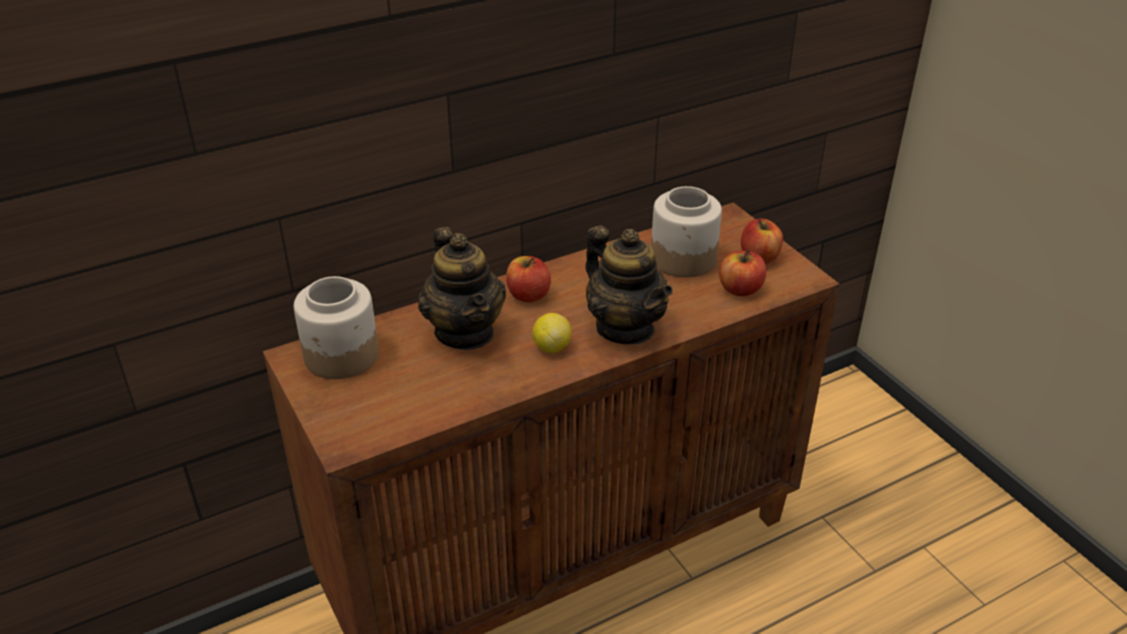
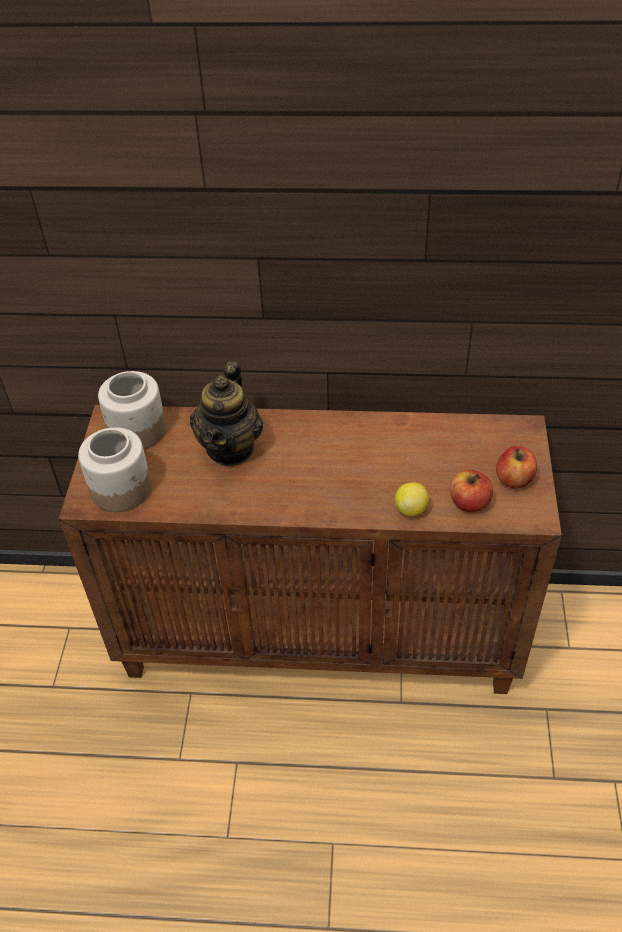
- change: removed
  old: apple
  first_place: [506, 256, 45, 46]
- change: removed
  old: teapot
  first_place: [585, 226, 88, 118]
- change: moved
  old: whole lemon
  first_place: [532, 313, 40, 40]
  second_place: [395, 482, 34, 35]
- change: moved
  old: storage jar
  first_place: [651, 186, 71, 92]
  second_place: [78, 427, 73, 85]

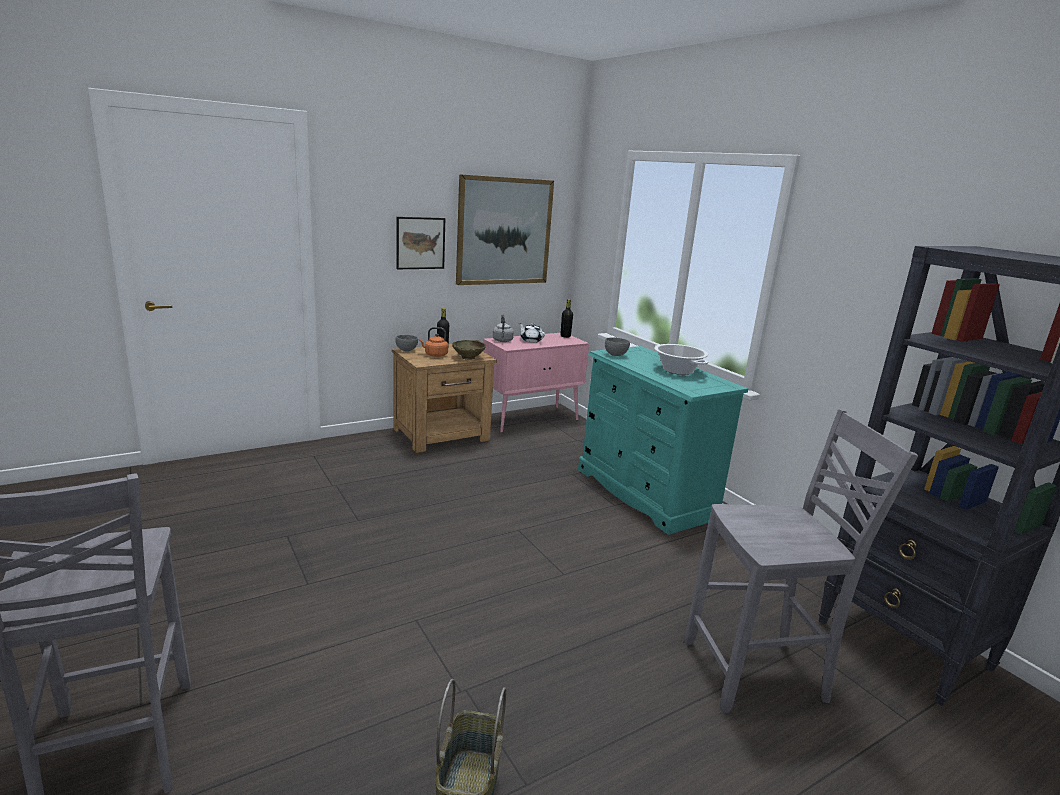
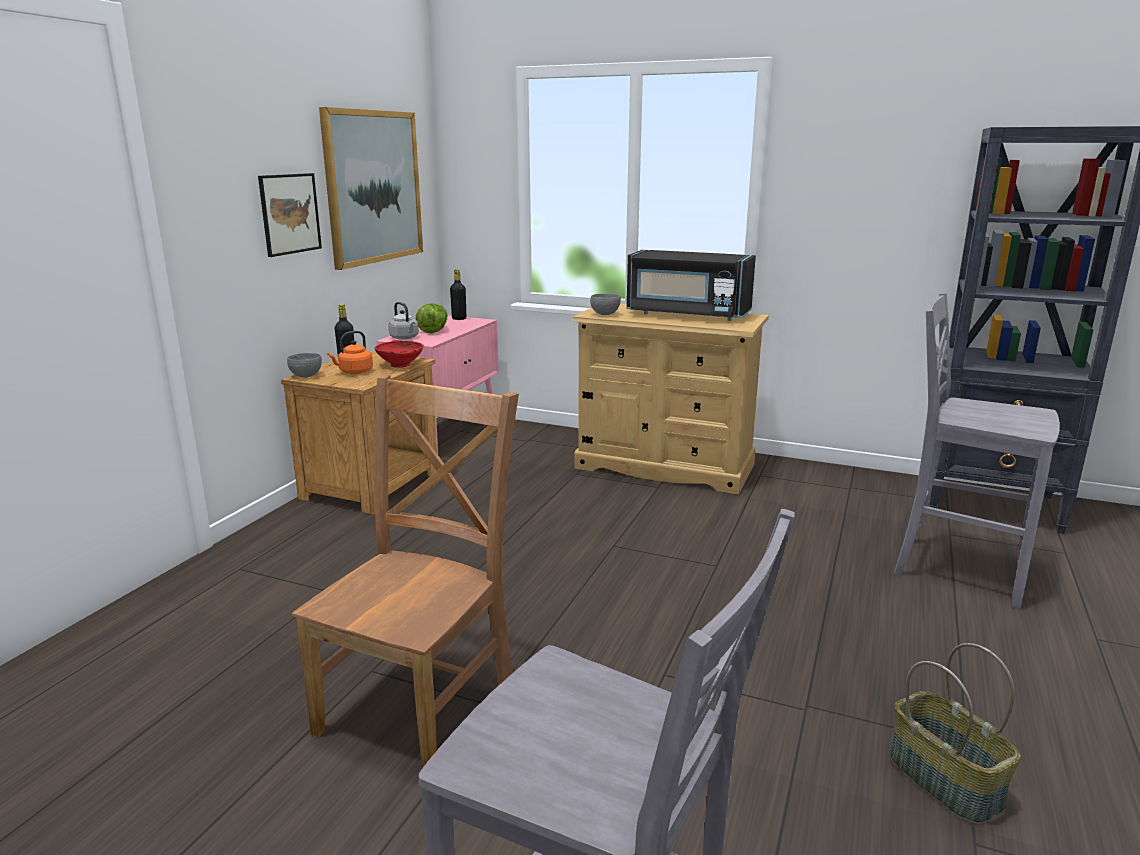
- change: added
  new: chair (brown-coloured)
  second_place: [292, 374, 227, 394]
- change: replaced
  old: teapot (whitish)
  new: head of lettuce
  first_place: [519, 323, 26, 20]
  second_place: [416, 303, 31, 30]
- change: replaced
  old: saucepot
  new: kitchen microwave (blackish)
  first_place: [654, 344, 54, 31]
  second_place: [627, 250, 129, 71]
- change: recoloured
  old: deep dish (beige-coloured)
  new: deep dish (red)
  first_place: [452, 340, 34, 20]
  second_place: [374, 340, 50, 28]
- change: recoloured
  old: chest of drawers (blue-green)
  new: chest of drawers (beige-coloured)
  first_place: [578, 346, 170, 189]
  second_place: [572, 304, 197, 191]
- change: turned
  old: chair (greyish)
  first_place: [685, 409, 233, 304]
  second_place: [894, 293, 166, 316]
  degrees: -105

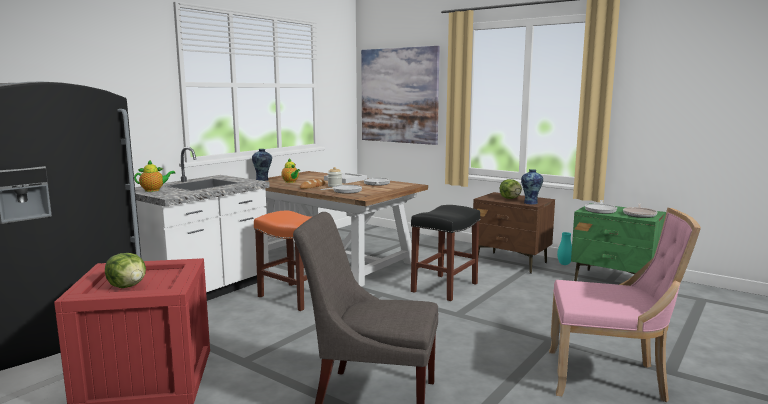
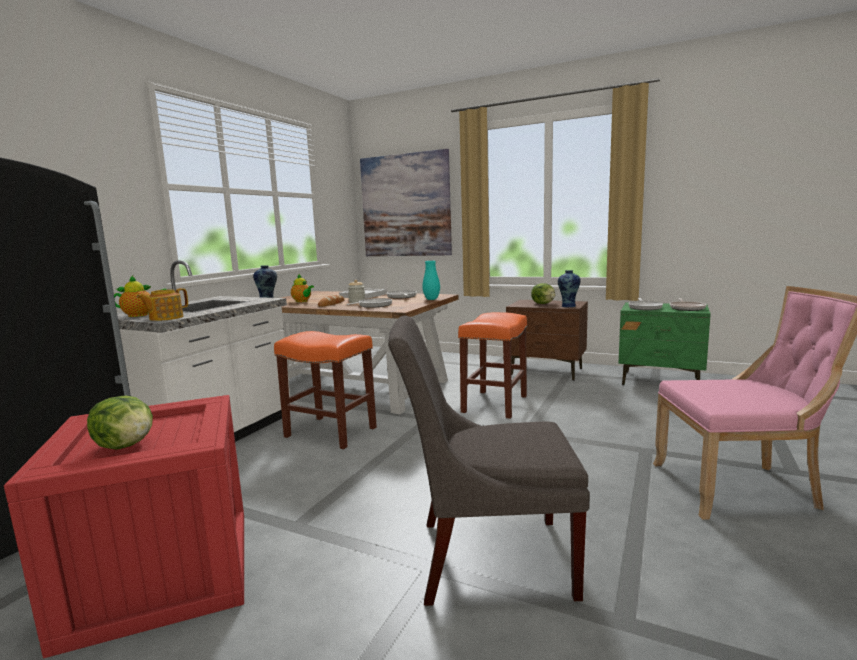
- change: added
  new: teapot
  second_place: [136, 288, 52, 33]
- change: moved
  old: flower vase (blue-green)
  first_place: [557, 232, 15, 33]
  second_place: [422, 261, 18, 39]
- change: recoloured
  old: stool seat (blackish)
  new: stool seat (orangey)
  first_place: [411, 205, 69, 96]
  second_place: [458, 312, 69, 107]

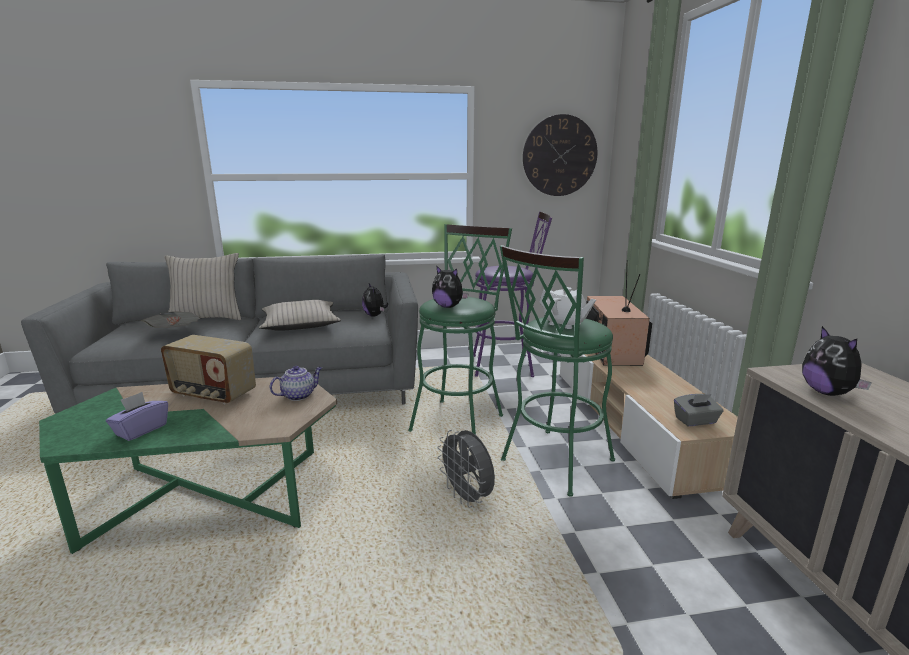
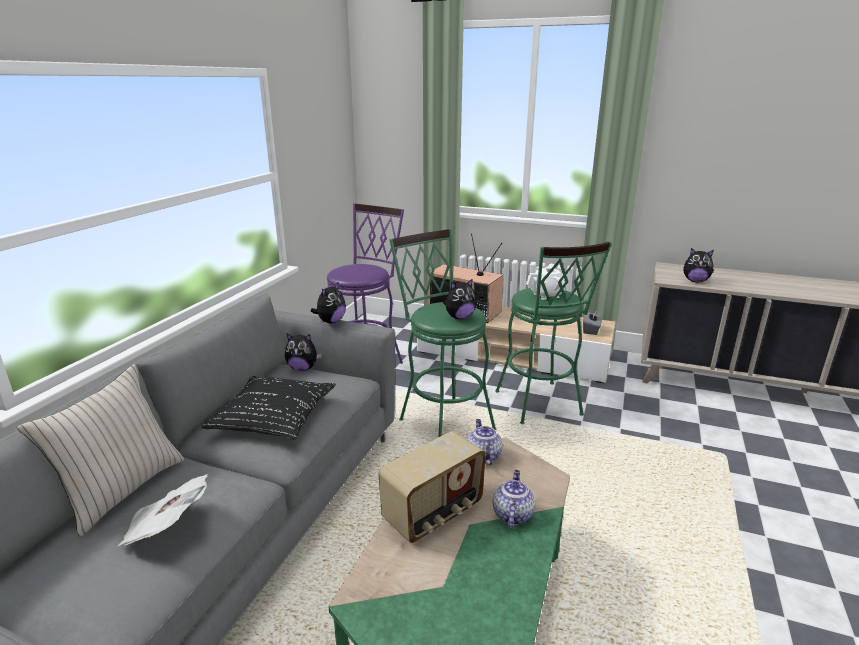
- change: removed
  old: box of tissues (purple-coloured)
  first_place: [106, 392, 62, 49]
- change: removed
  old: electric fan (greyish)
  first_place: [437, 430, 58, 78]
- change: removed
  old: hanging clock
  first_place: [523, 114, 74, 82]
- change: added
  new: soft toy
  second_place: [311, 283, 35, 40]
- change: added
  new: teapot
  second_place: [492, 470, 43, 58]
- change: recoloured
  old: throw pillow (beige-coloured)
  new: throw pillow (blackish)
  first_place: [259, 300, 82, 31]
  second_place: [202, 376, 134, 64]

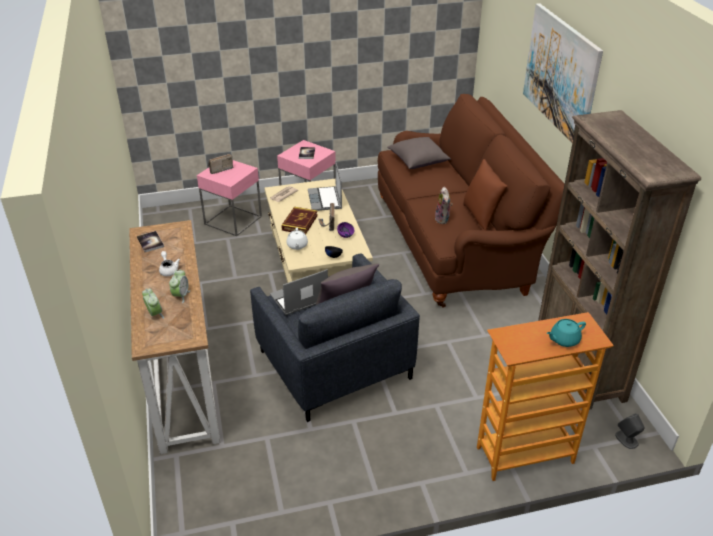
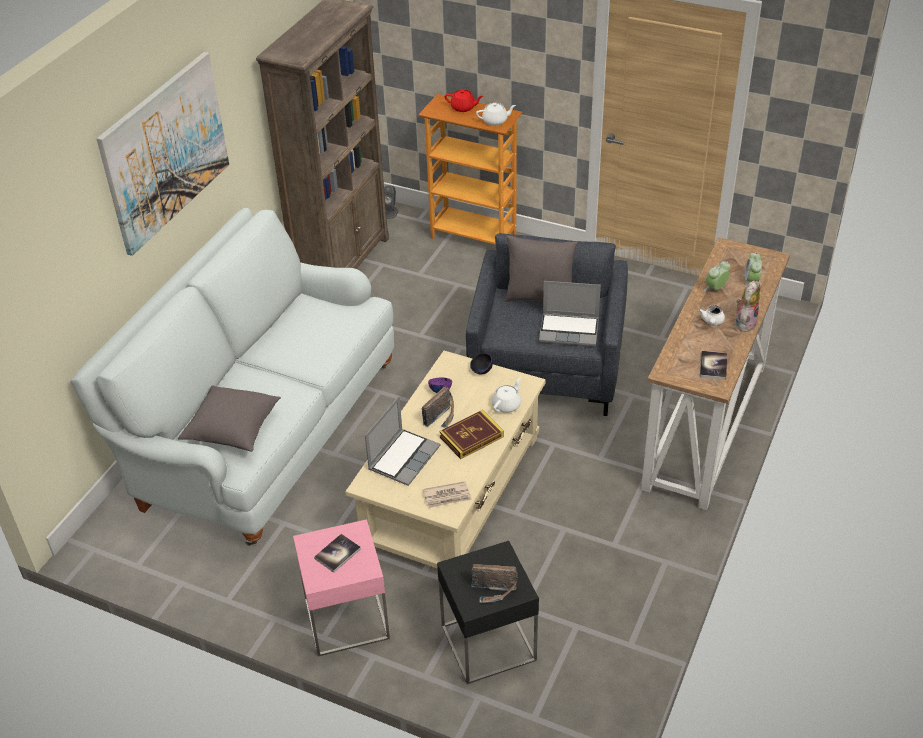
- change: removed
  old: throw pillow (brown-coloured)
  first_place: [463, 159, 45, 71]
- change: added
  new: teapot (whitish)
  second_place: [476, 103, 40, 23]
- change: moved
  old: soft toy
  first_place: [435, 187, 18, 37]
  second_place: [736, 281, 24, 51]
- change: recoloured
  old: accent table (pink)
  new: accent table (blackish)
  first_place: [197, 160, 65, 76]
  second_place: [437, 541, 102, 143]
- change: recoloured
  old: couch (brown-coloured)
  new: couch (whitish)
  first_place: [378, 94, 186, 213]
  second_place: [71, 208, 323, 338]
- change: recoloured
  old: teapot (blue-green)
  new: teapot (red)
  first_place: [547, 319, 39, 28]
  second_place: [445, 90, 38, 22]

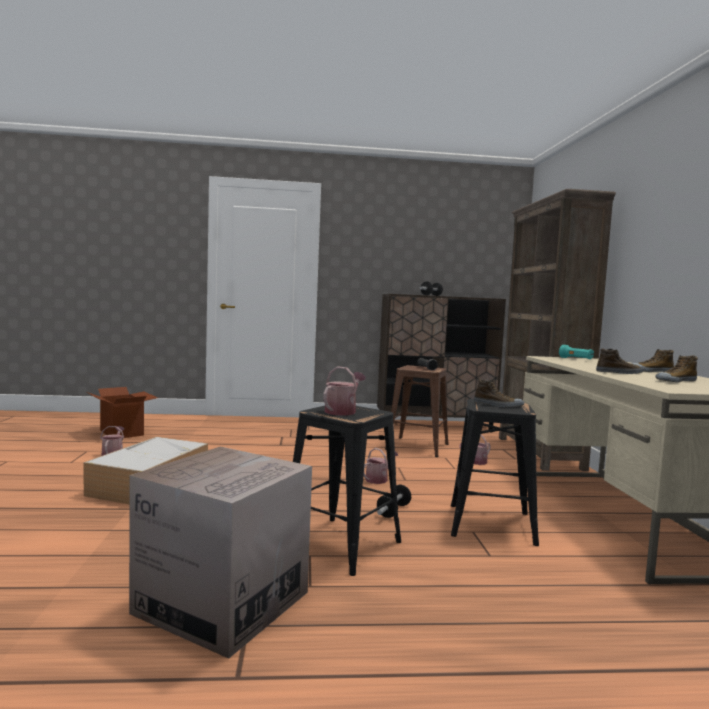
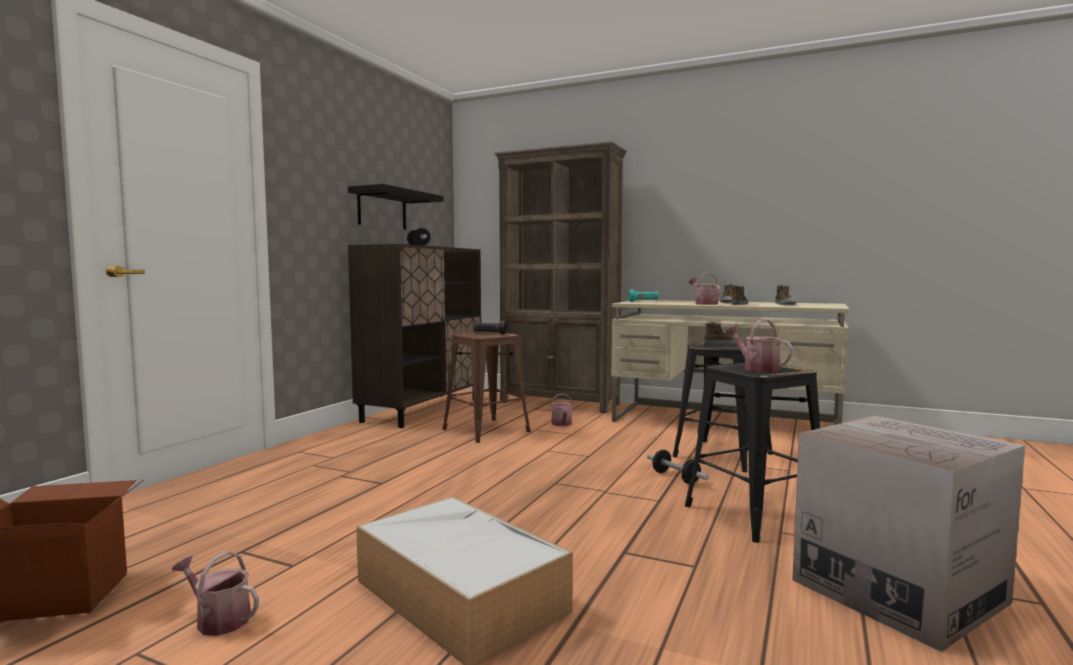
- change: added
  new: shelf (blackish)
  second_place: [348, 184, 96, 45]
- change: moved
  old: watering can
  first_place: [363, 448, 35, 36]
  second_place: [689, 272, 31, 33]

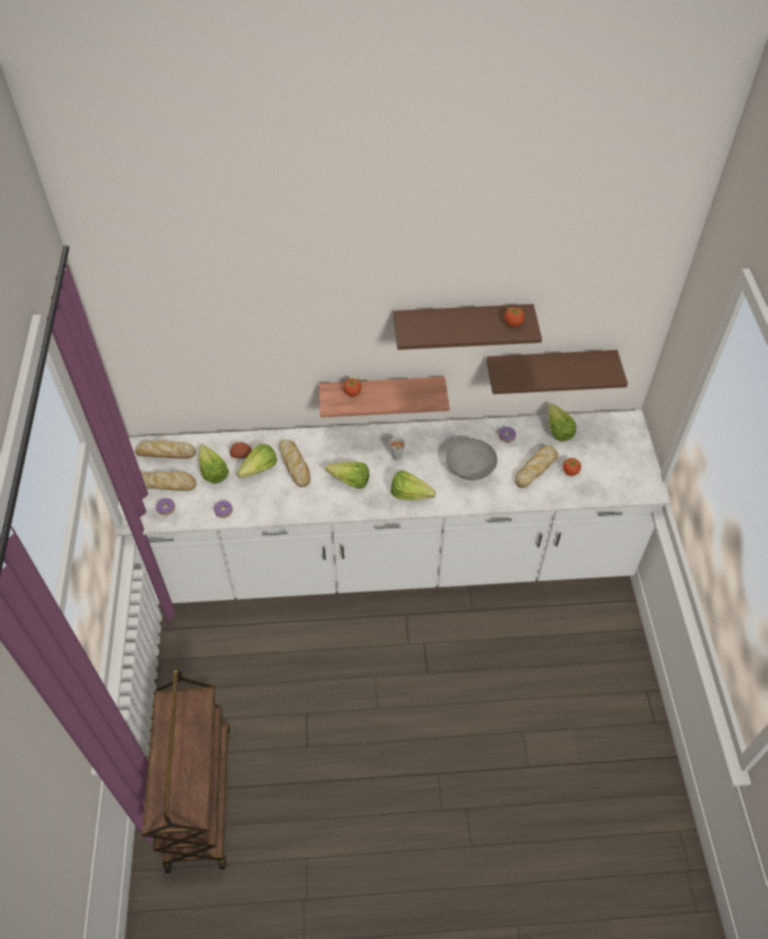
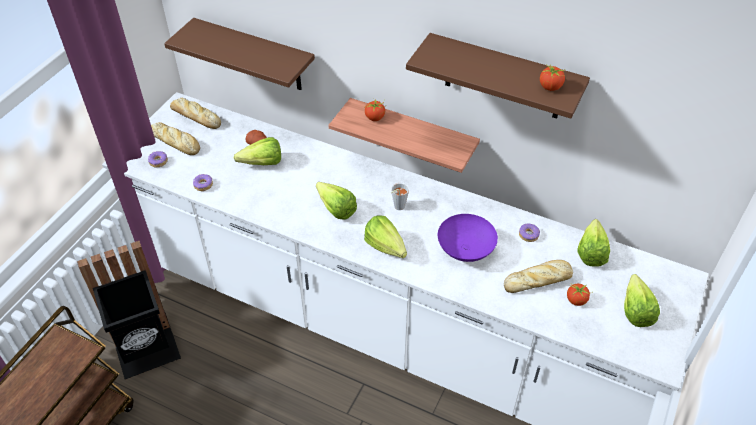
- change: removed
  old: bakery bread
  first_place: [279, 440, 31, 47]
- change: added
  new: trash can (blackish)
  second_place: [77, 241, 104, 138]
- change: moved
  old: head of lettuce
  first_place: [199, 445, 30, 39]
  second_place: [624, 274, 36, 53]
- change: moved
  old: shelf (brown-coloured)
  first_place: [486, 350, 142, 44]
  second_place: [164, 18, 151, 72]
- change: recoloured
  old: deep dish (greyish)
  new: deep dish (purple-coloured)
  first_place: [447, 439, 50, 41]
  second_place: [438, 214, 60, 48]

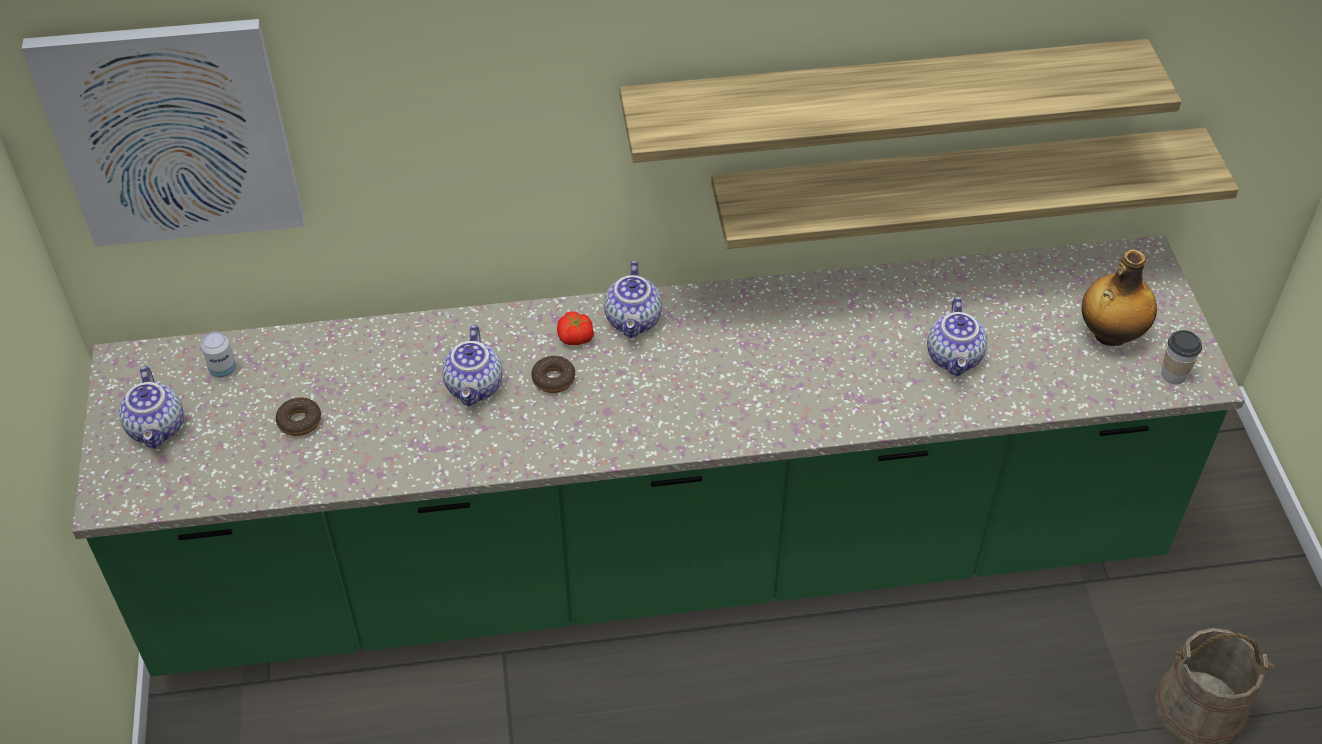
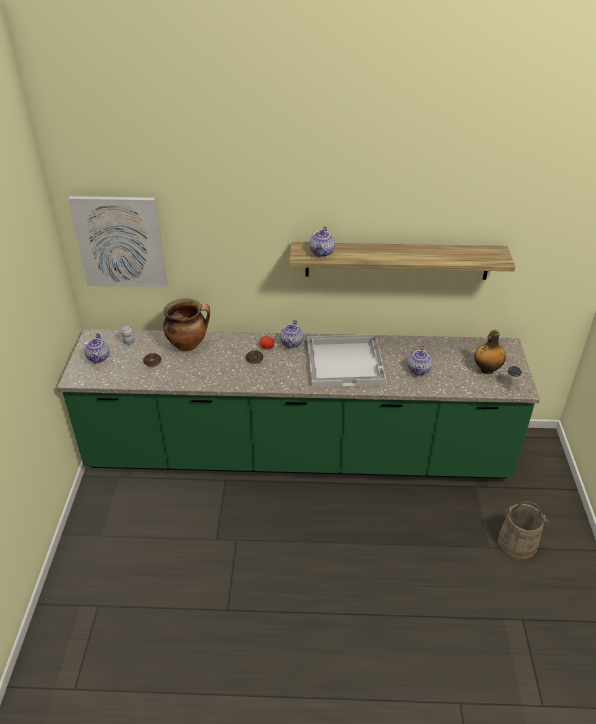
- change: removed
  old: shelf
  first_place: [711, 127, 528, 122]
- change: added
  new: saucepot
  second_place: [163, 299, 47, 52]
- change: added
  new: tray (whitish)
  second_place: [307, 334, 79, 53]
- change: moved
  old: teapot
  first_place: [442, 325, 61, 82]
  second_place: [309, 227, 26, 30]

